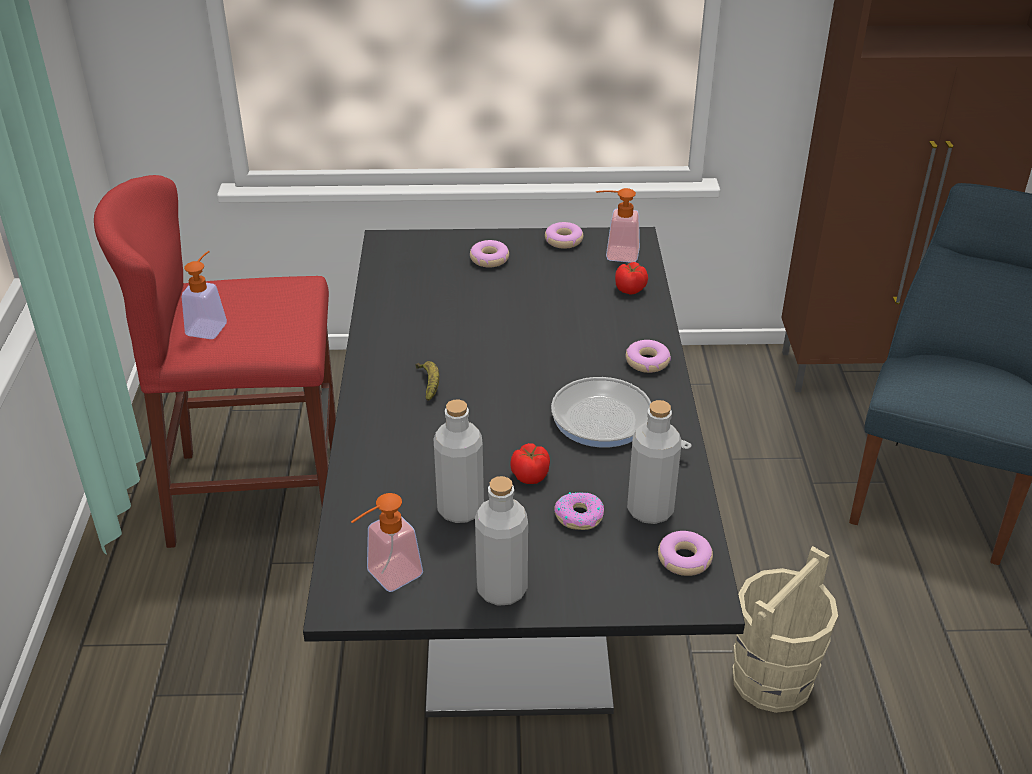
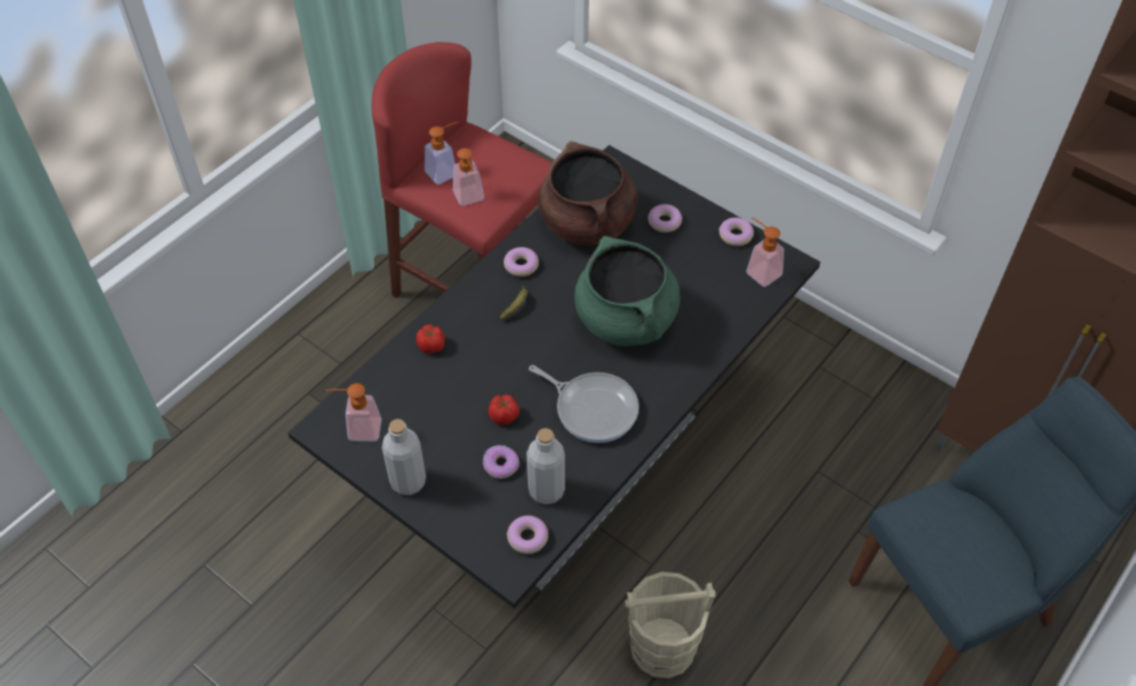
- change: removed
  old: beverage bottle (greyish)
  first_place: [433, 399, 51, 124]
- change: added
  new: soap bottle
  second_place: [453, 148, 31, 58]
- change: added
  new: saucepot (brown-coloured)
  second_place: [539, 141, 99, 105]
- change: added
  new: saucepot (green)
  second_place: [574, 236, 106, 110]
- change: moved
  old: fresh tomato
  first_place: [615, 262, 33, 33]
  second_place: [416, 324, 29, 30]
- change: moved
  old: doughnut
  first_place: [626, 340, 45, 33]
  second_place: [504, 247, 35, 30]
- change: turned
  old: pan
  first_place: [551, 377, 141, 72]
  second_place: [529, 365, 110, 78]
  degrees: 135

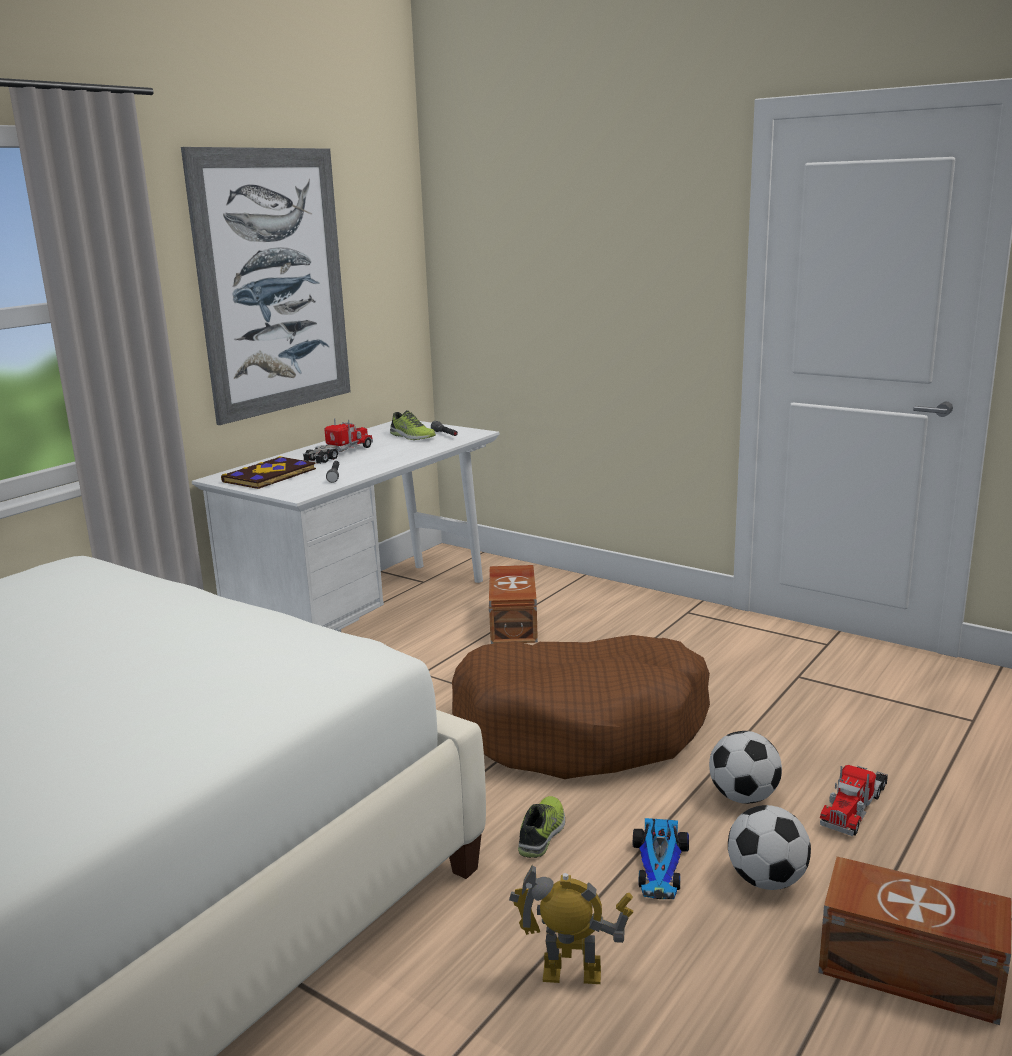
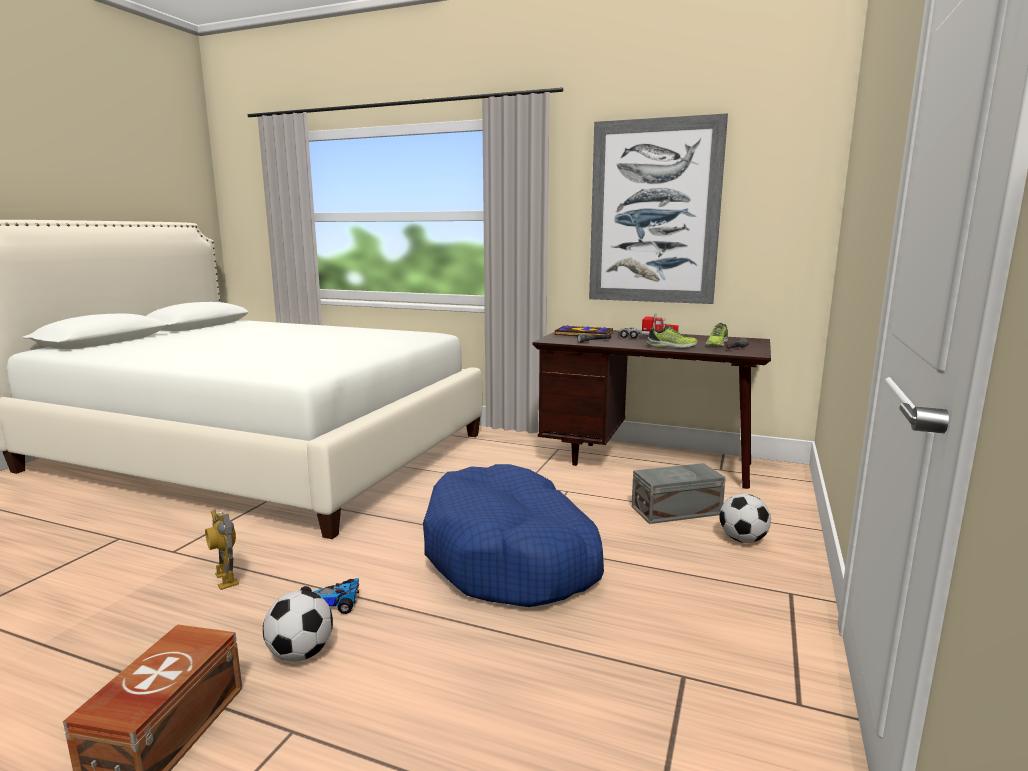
- change: removed
  old: model truck
  first_place: [820, 765, 68, 71]
- change: moved
  old: low shoe
  first_place: [518, 796, 47, 62]
  second_place: [647, 325, 51, 23]
- change: moved
  old: football
  first_place: [709, 731, 73, 73]
  second_place: [720, 494, 51, 49]
- change: recoloured
  old: desk unit (whitish)
  new: desk unit (brown-coloured)
  first_place: [192, 421, 308, 211]
  second_place: [532, 330, 239, 159]
- change: recoloured
  old: pet bed (brown-coloured)
  new: pet bed (bluish)
  first_place: [452, 635, 258, 144]
  second_place: [423, 464, 181, 143]
- change: recoloured
  old: storage container (brown-coloured)
  new: storage container (greyish)
  first_place: [488, 565, 50, 79]
  second_place: [632, 463, 94, 61]
- change: turned
  old: toy robot
  first_place: [509, 864, 124, 120]
  second_place: [205, 510, 34, 80]
  degrees: 150

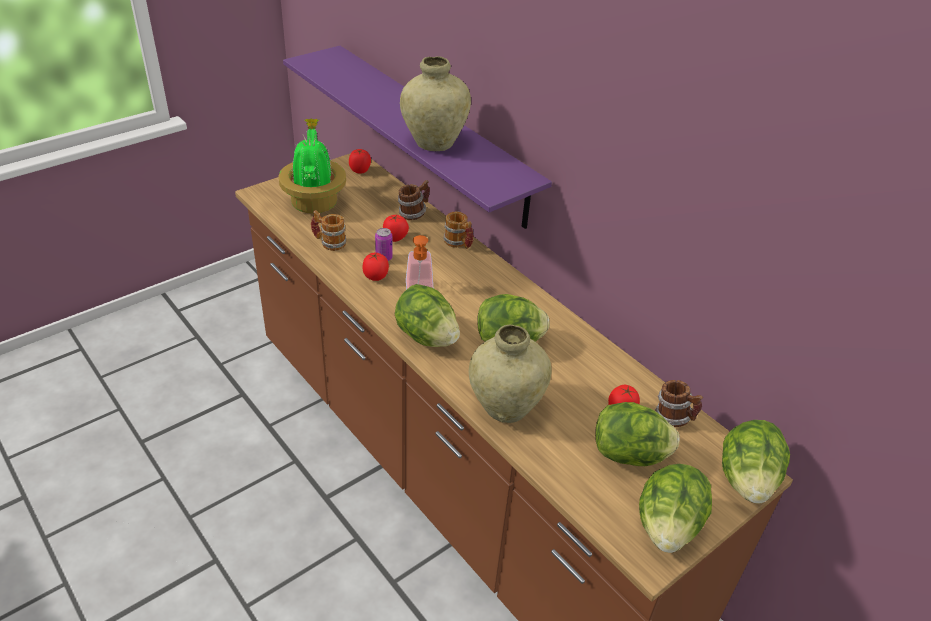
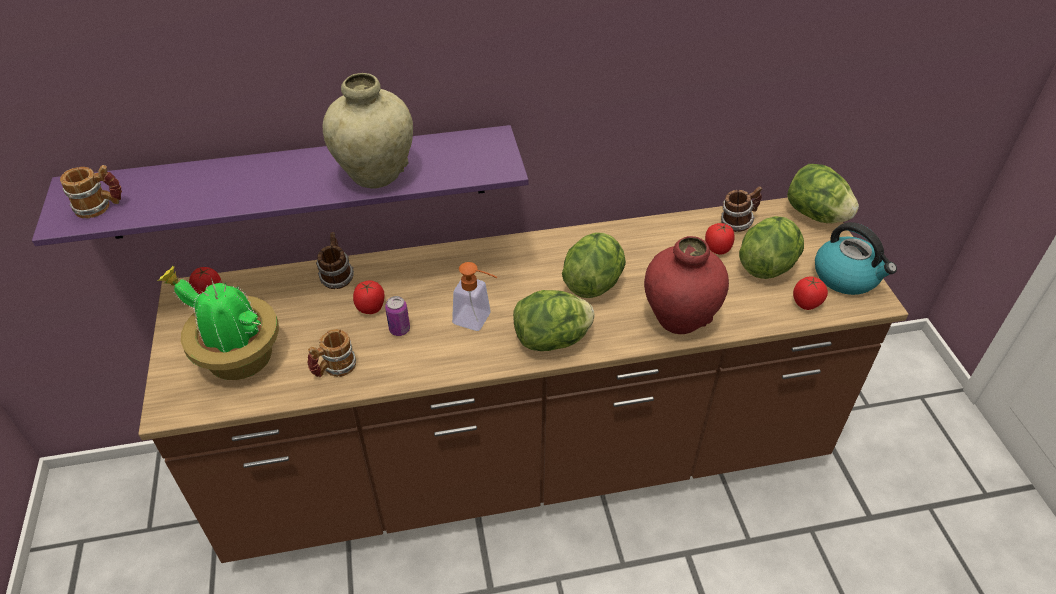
- change: moved
  old: fresh tomato
  first_place: [363, 252, 26, 29]
  second_place: [793, 276, 35, 34]
- change: moved
  old: mug
  first_place: [443, 211, 31, 38]
  second_place: [60, 165, 62, 53]
- change: replaced
  old: head of lettuce
  new: tea kettle
  first_place: [639, 464, 73, 89]
  second_place: [815, 222, 82, 73]
- change: recoloured
  old: flower vase (beige-coloured)
  new: flower vase (red)
  first_place: [469, 325, 83, 98]
  second_place: [644, 236, 85, 98]

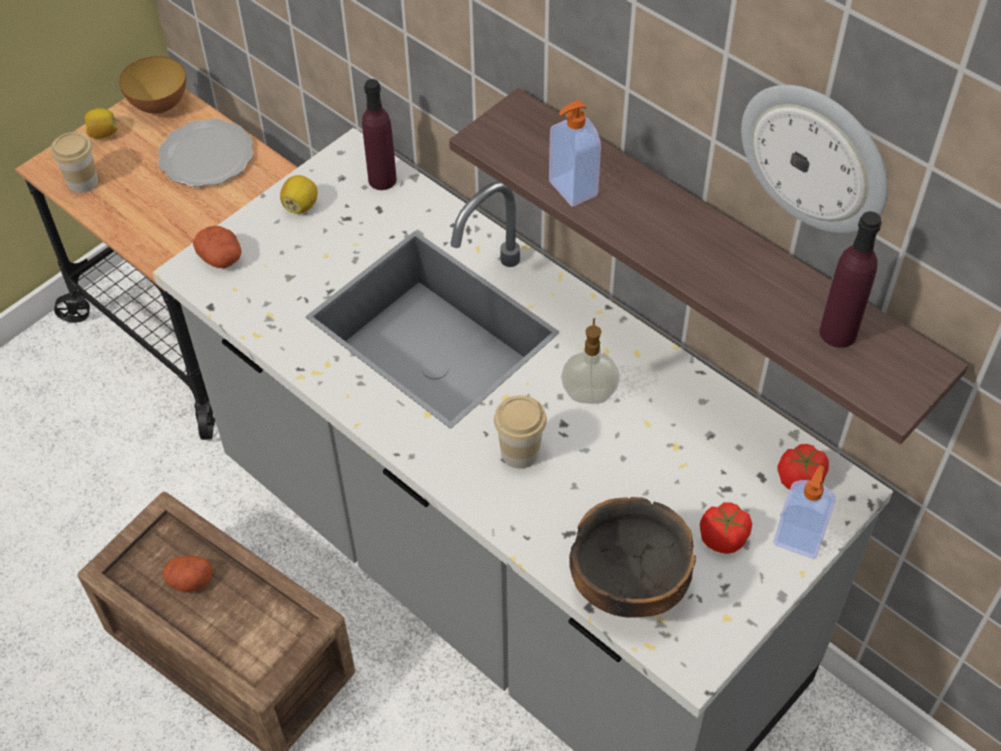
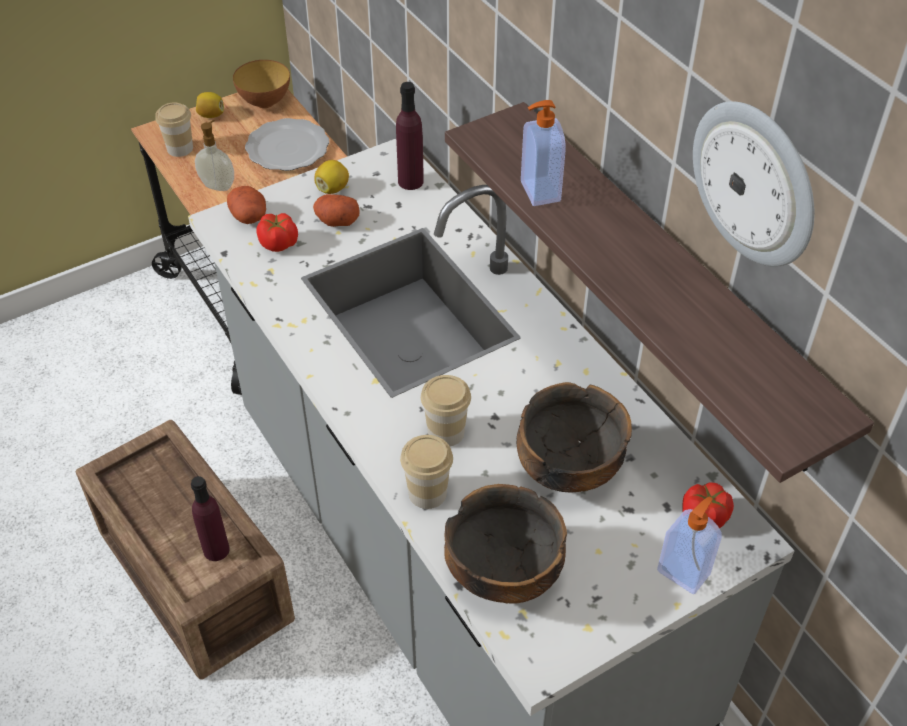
- change: added
  new: small cup
  second_place: [400, 435, 53, 74]
- change: added
  new: deep dish
  second_place: [517, 382, 115, 110]
- change: moved
  old: spud
  first_place: [163, 556, 50, 36]
  second_place: [313, 194, 46, 33]
- change: moved
  old: soap bottle
  first_place: [561, 318, 59, 86]
  second_place: [195, 120, 39, 71]
- change: moved
  old: fresh tomato
  first_place: [700, 502, 52, 52]
  second_place: [256, 213, 42, 39]
- change: moved
  old: beverage bottle (purple-coloured)
  first_place: [820, 211, 62, 137]
  second_place: [191, 476, 39, 85]

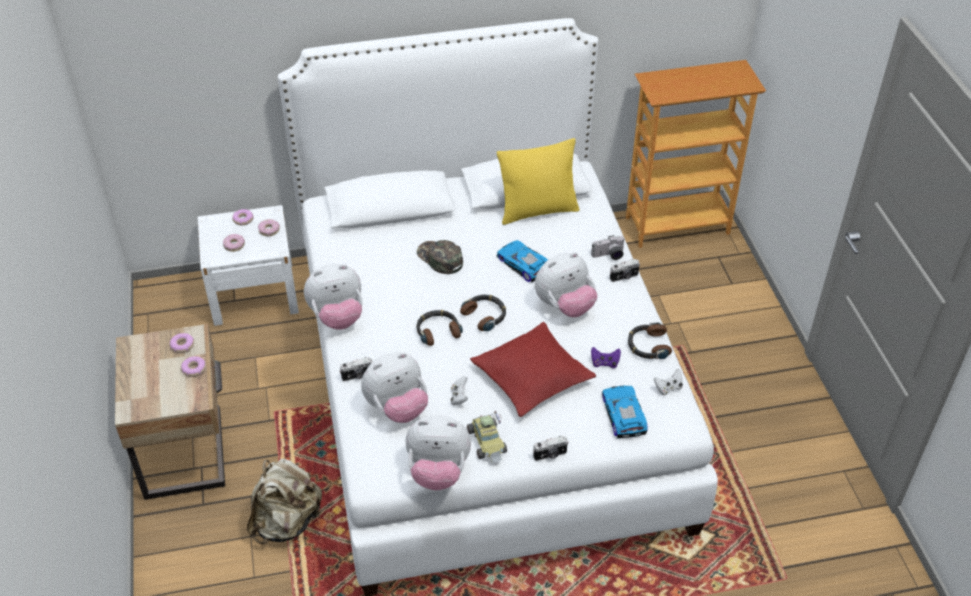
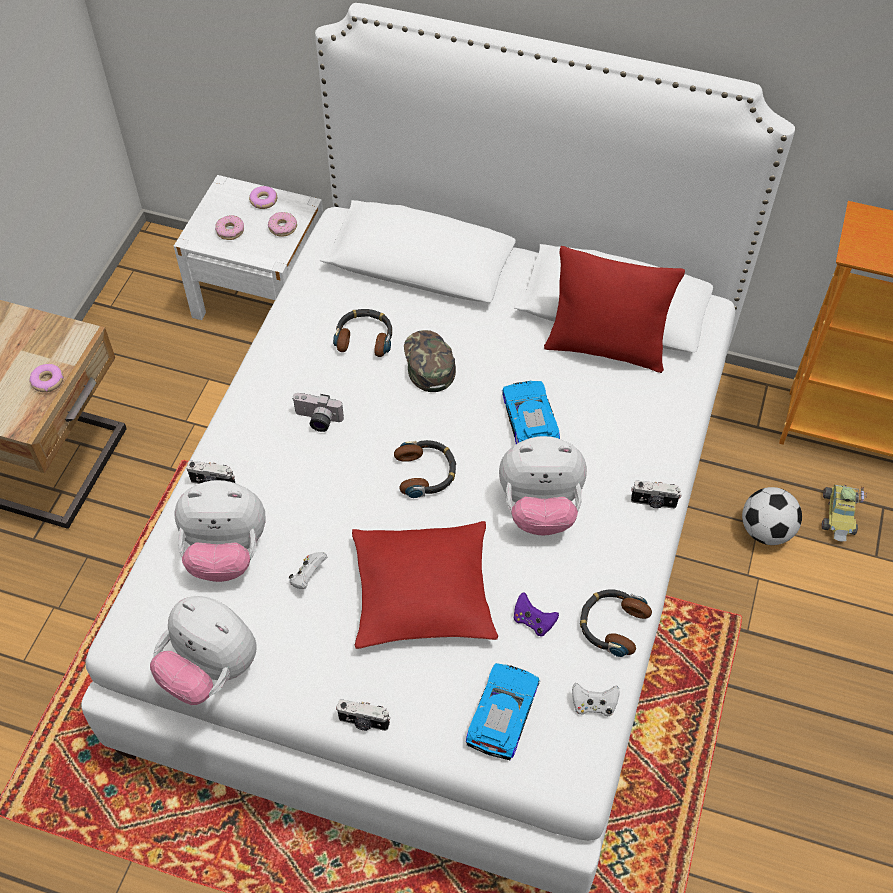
- change: removed
  old: doughnut
  first_place: [170, 333, 24, 20]
- change: removed
  old: rucksack (beige-coloured)
  first_place: [247, 459, 75, 85]
- change: removed
  old: soft toy
  first_place: [304, 264, 58, 66]
- change: added
  new: football
  second_place: [742, 487, 60, 58]
- change: moved
  old: pair of headphones
  first_place: [416, 310, 47, 36]
  second_place: [333, 309, 59, 48]
- change: moved
  old: toy car
  first_place: [467, 411, 40, 51]
  second_place: [821, 485, 46, 56]
- change: moved
  old: still camera
  first_place: [591, 235, 34, 25]
  second_place: [293, 393, 51, 39]
- change: recoloured
  old: throw pillow (yellowish)
  new: throw pillow (red)
  first_place: [497, 138, 83, 87]
  second_place: [544, 246, 141, 127]

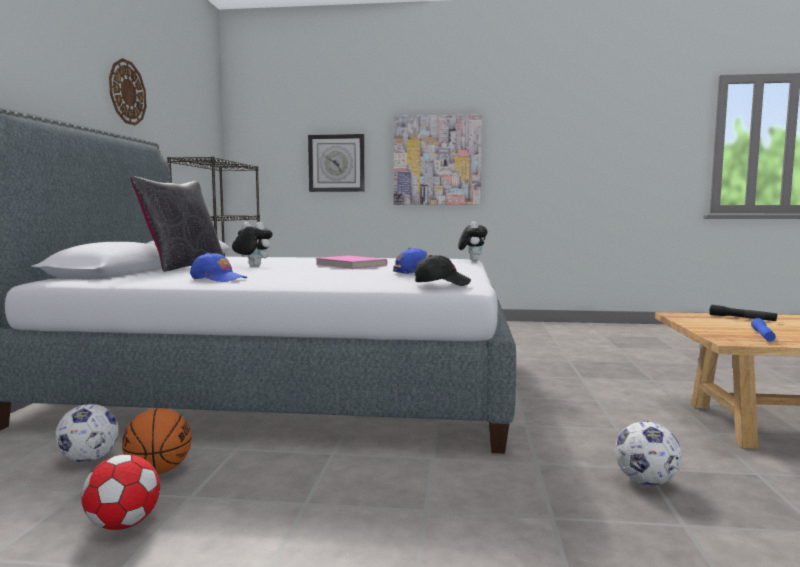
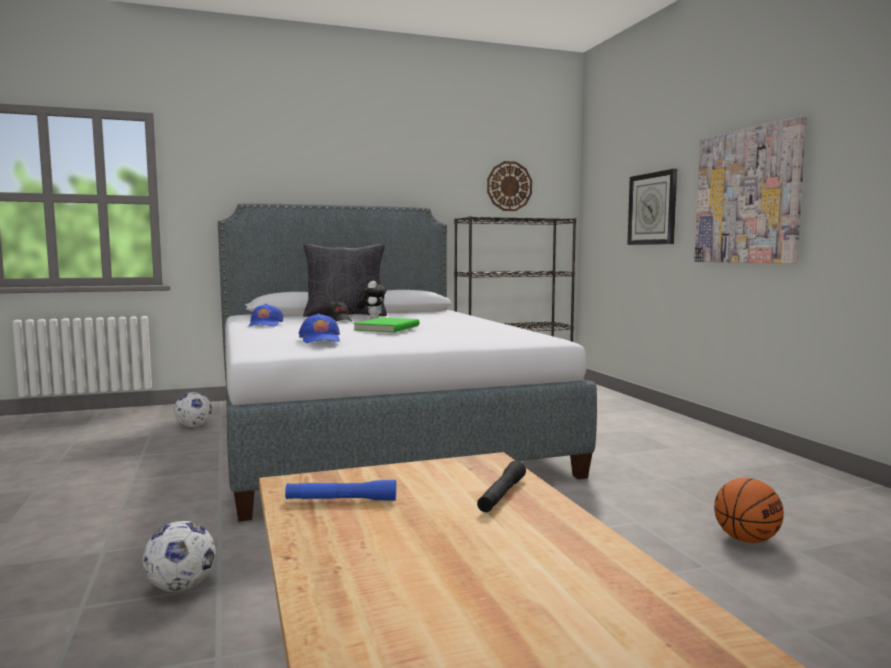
- change: removed
  old: football
  first_place: [82, 455, 78, 75]
- change: removed
  old: soft toy
  first_place: [458, 221, 30, 40]
- change: moved
  old: hanging clock
  first_place: [109, 58, 38, 68]
  second_place: [487, 161, 45, 50]
- change: moved
  old: basketball
  first_place: [122, 408, 69, 66]
  second_place: [714, 478, 70, 65]
- change: moved
  old: baseball cap (blackish)
  first_place: [414, 255, 57, 31]
  second_place: [324, 301, 28, 21]
- change: recoloured
  old: volume (pink)
  new: volume (green)
  first_place: [316, 256, 71, 13]
  second_place: [354, 318, 65, 14]

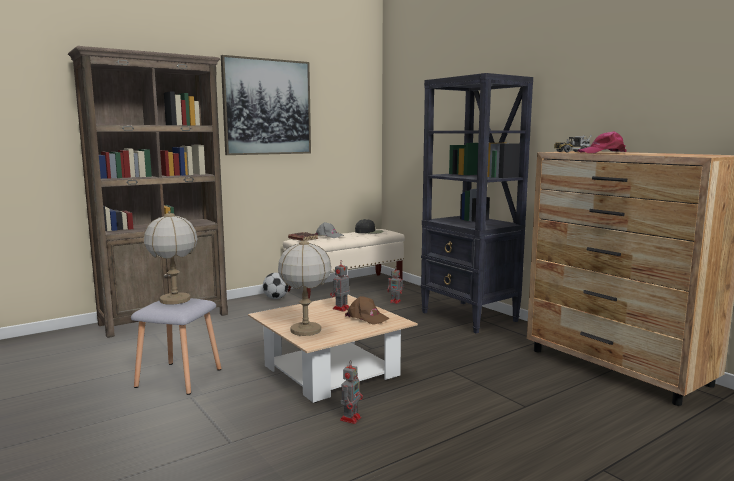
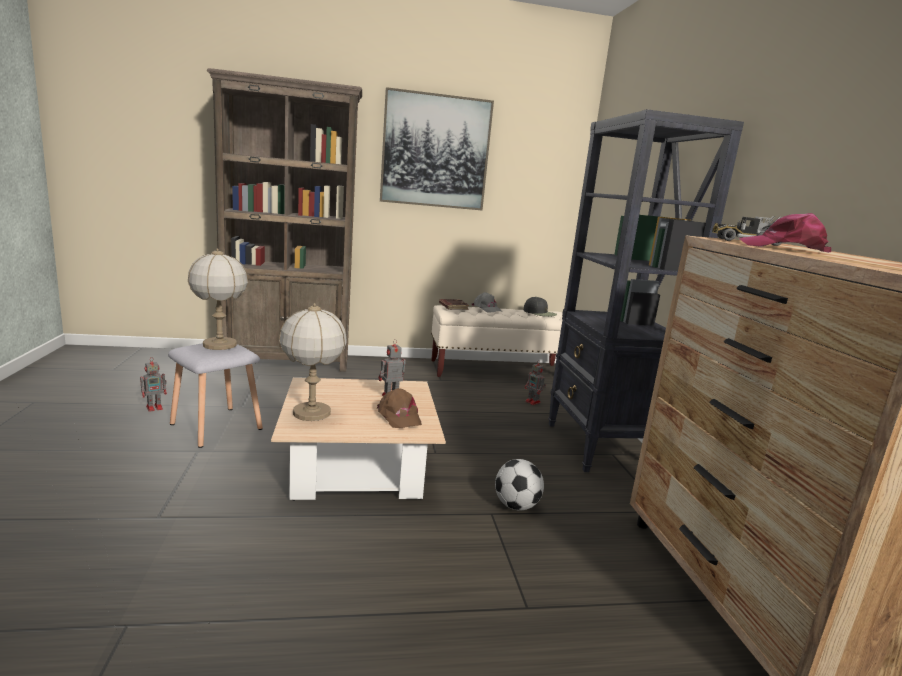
- change: moved
  old: football
  first_place: [263, 273, 26, 26]
  second_place: [495, 459, 49, 52]
- change: moved
  old: toy robot
  first_place: [340, 360, 23, 64]
  second_place: [140, 361, 27, 51]

